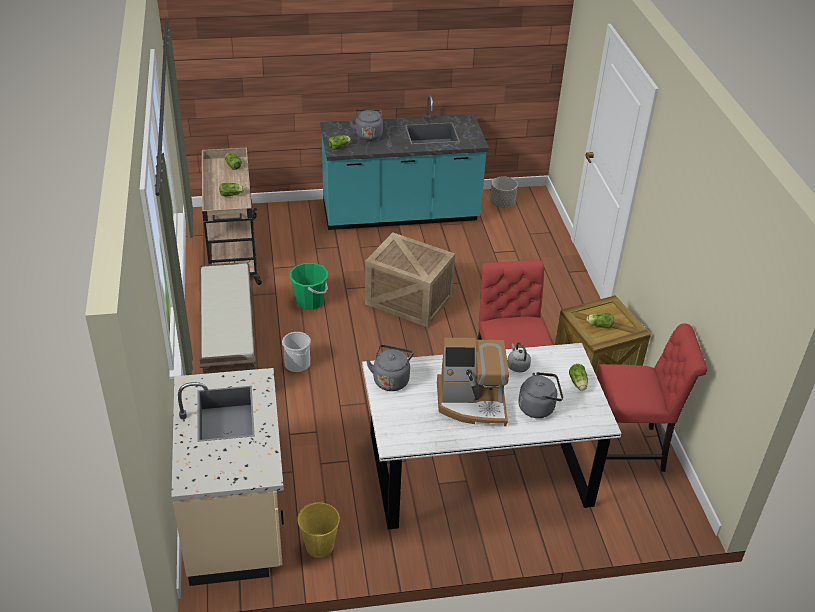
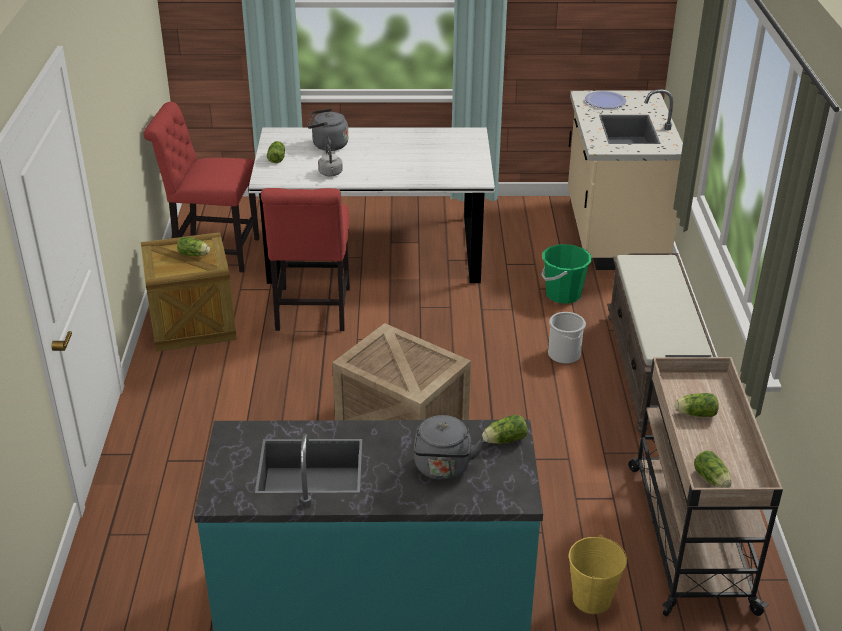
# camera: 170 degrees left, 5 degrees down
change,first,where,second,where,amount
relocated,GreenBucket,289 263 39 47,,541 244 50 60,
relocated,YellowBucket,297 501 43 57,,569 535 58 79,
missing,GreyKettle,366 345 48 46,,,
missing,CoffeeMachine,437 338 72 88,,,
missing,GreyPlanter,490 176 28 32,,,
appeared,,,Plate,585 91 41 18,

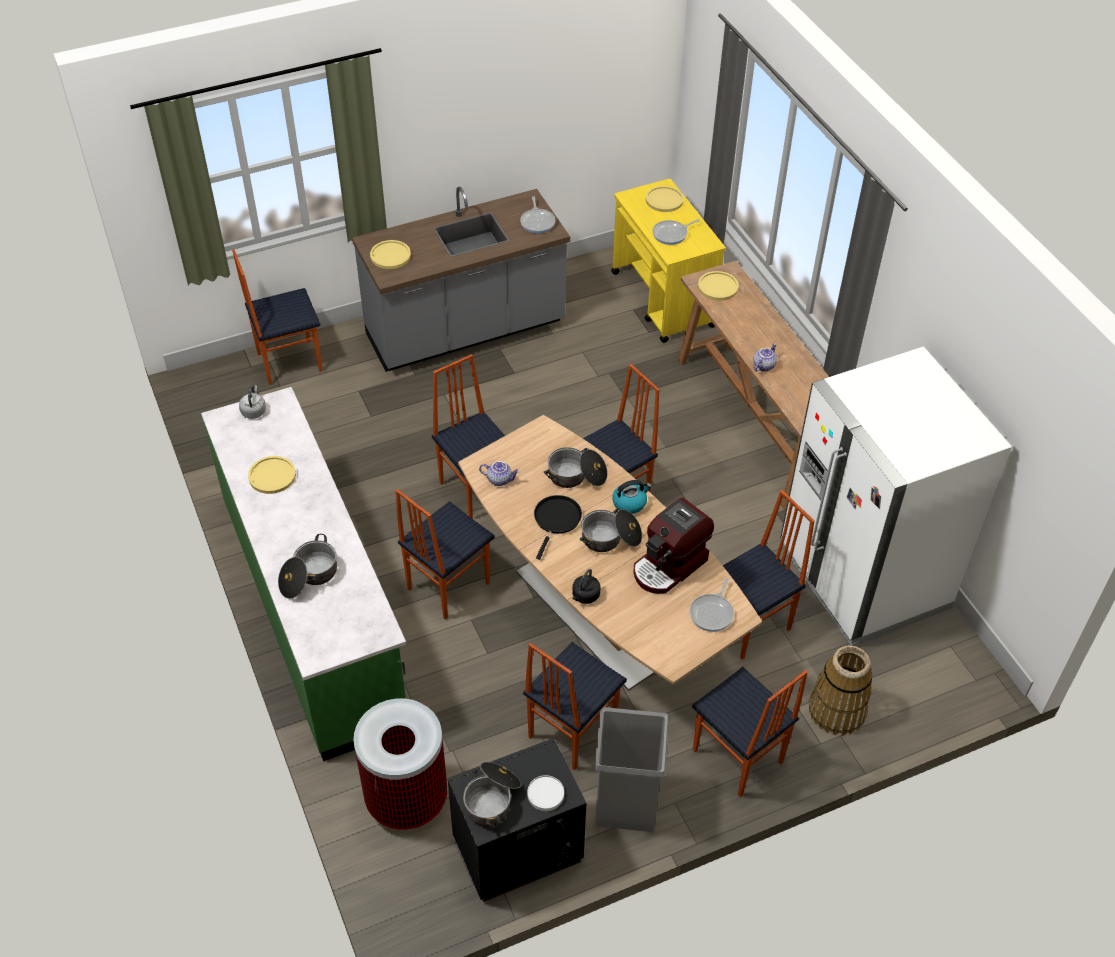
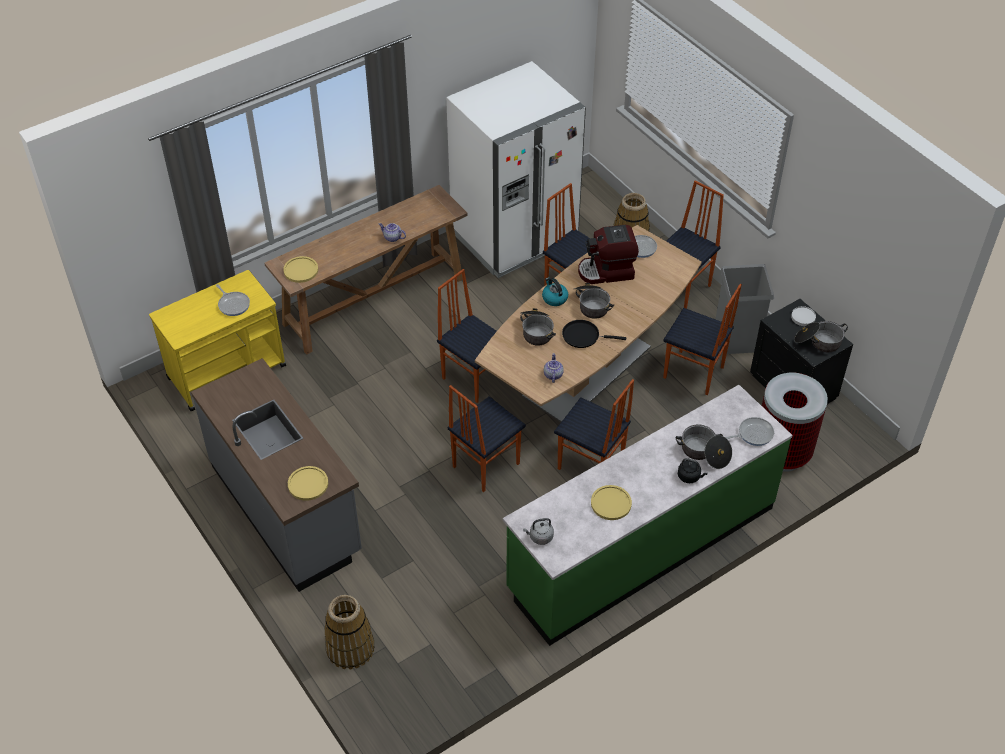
# camera: 100 degrees left, 0 degrees up
change,first,where,second,where,amount
exchanged,Chair,232 249 91 136,Basket,324 595 50 75,
relocated,FryingPan,520 197 35 36,,725 417 49 29,
relocated,BlackKettle,572 569 29 35,,678 458 30 25,
spun,CoffeeMachine,633 497 81 97,,578 225 61 59,135 degrees clockwise
missing,YellowPlate,646 186 38 26,,,

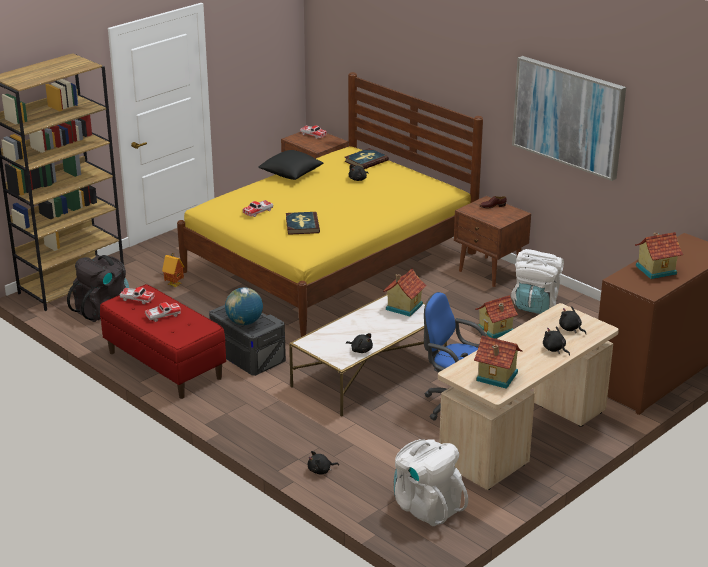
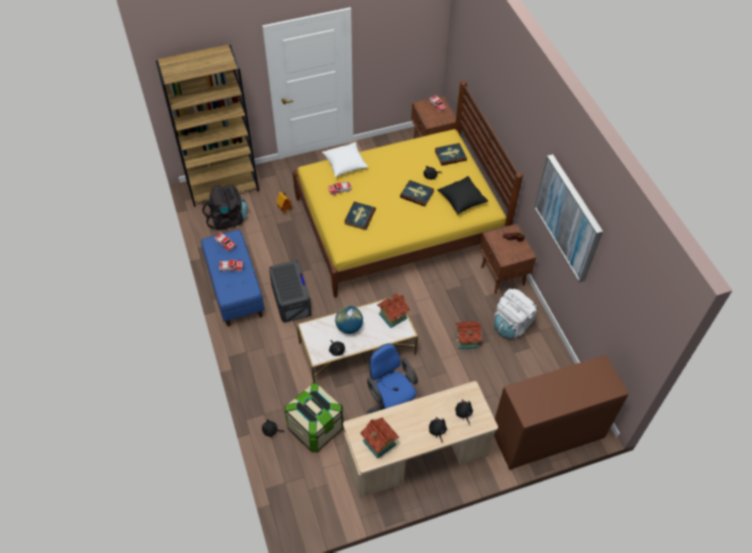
# camera: 25 degrees right, 25 degrees up
change,first,where,second,where,amount
colour,RedBench,100 284 126 115,BlueBench,201 230 64 97,
relocated,Globe,225 287 38 38,,335 306 28 28,
relocated,BlackPillow,258 150 65 30,,437 176 51 39,
missing,WhiteBackpack,394 439 74 87,,,
missing,ToyHouse,635 232 48 47,,,
appeared,,,StorageBox,285 383 58 69,
appeared,,,WhitePillow,322 142 46 35,
appeared,,,Book,400 180 34 27,

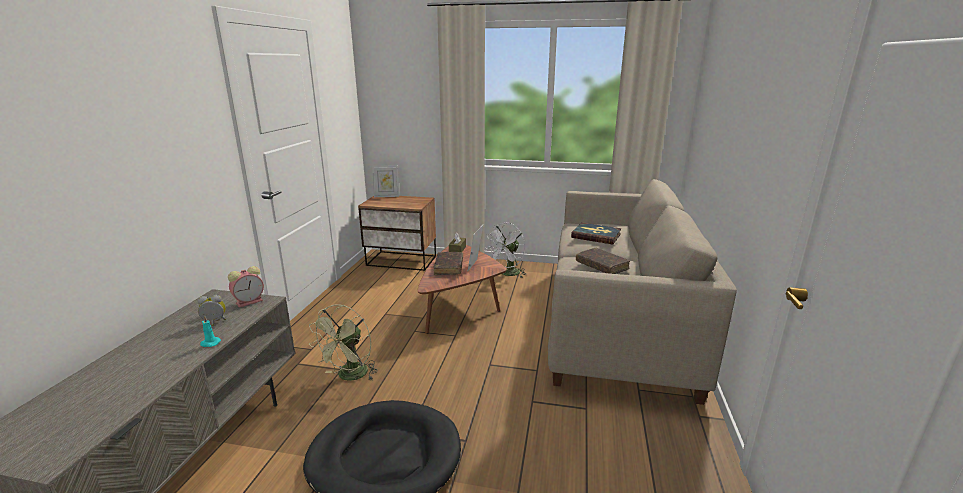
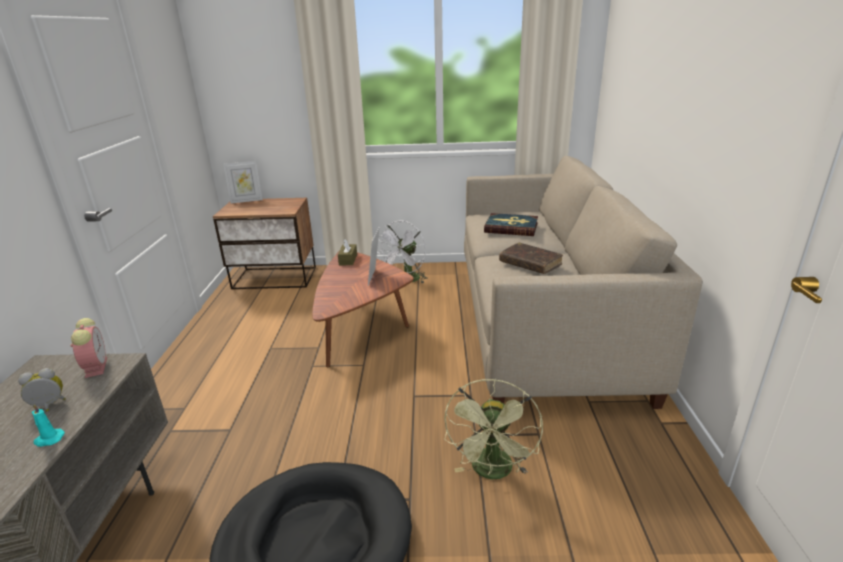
# camera: 10 degrees left, 5 degrees up
change,first,where,second,where,amount
spun,AlarmClock,228 266 36 42,,70 318 37 60,60 degrees counterclockwise
relocated,GreenFan,309 304 69 77,,444 379 99 100,
missing,BrownBook,433 252 30 23,,,

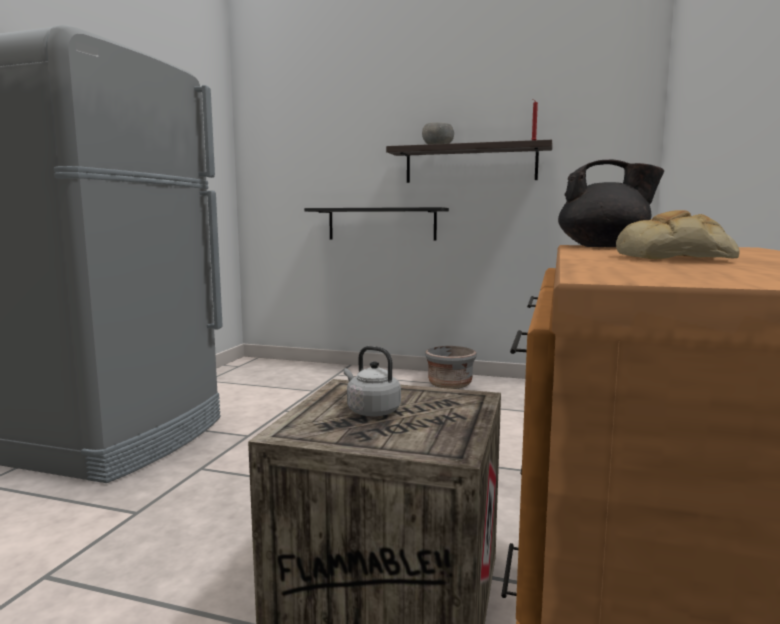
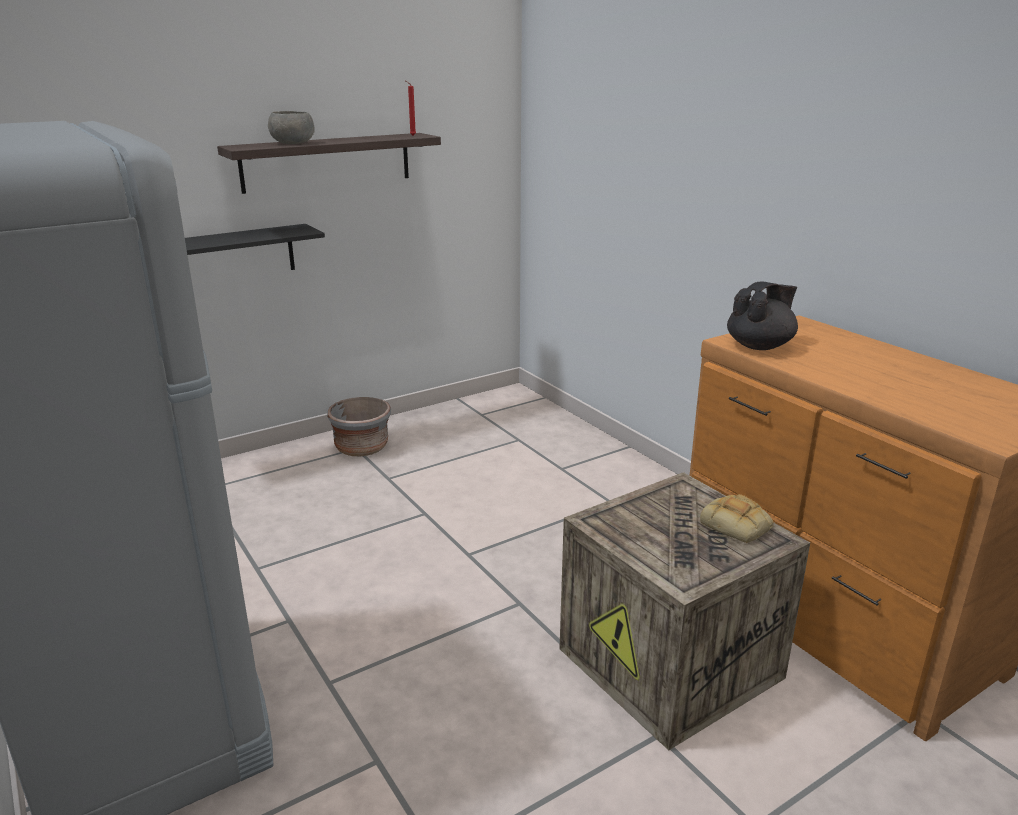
# camera: 50 degrees left, 15 degrees up
change,first,where,second,where,amount
missing,GreyKettle,344 346 57 70,,,
relocated,Bread,616 210 124 49,,700 494 73 49,

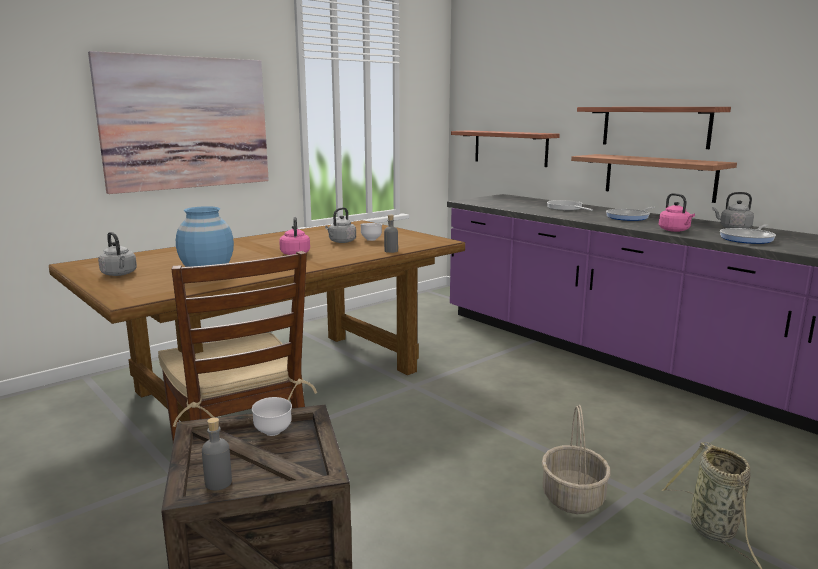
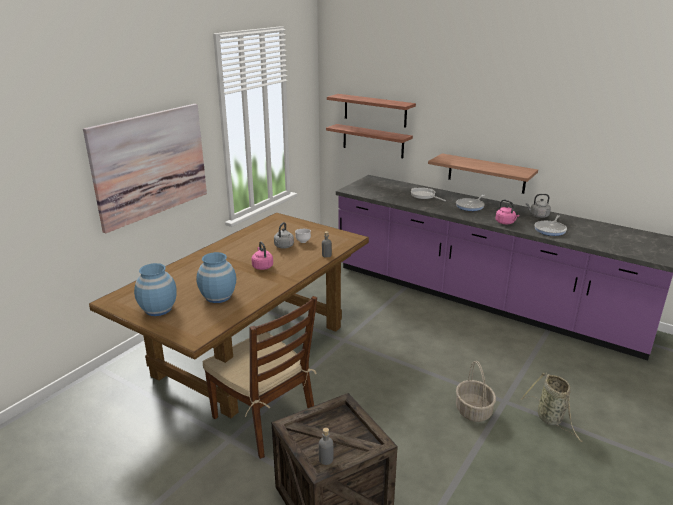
# camera: 15 degrees left, 10 degrees up
change,first,where,second,where,amount
exchanged,GreyKettle,98 232 39 44,BlueVase,134 263 43 53,
missing,WhiteBowl,252 397 40 39,,,
relocated,Shelf,577 107 154 42,,327 94 89 33,

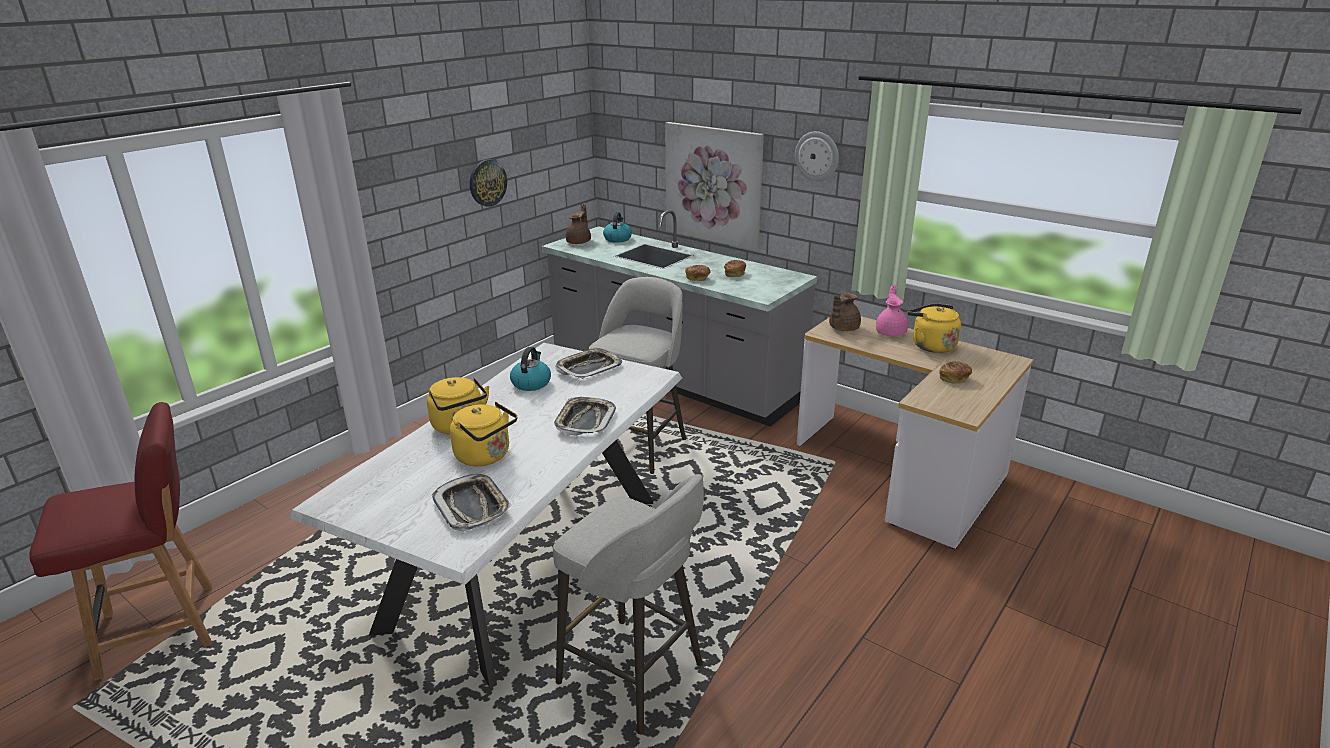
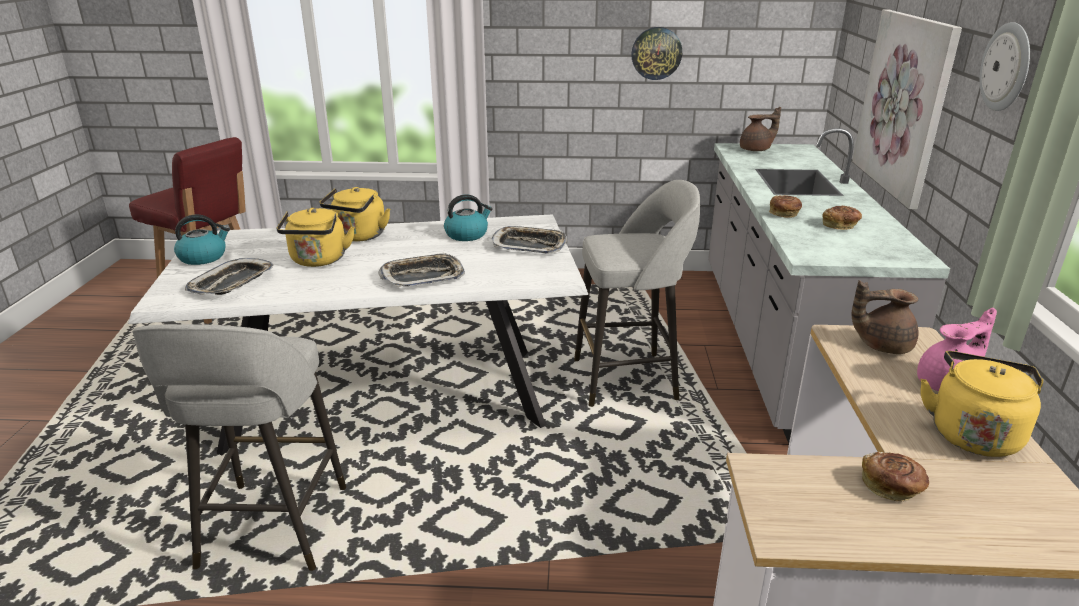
# camera: 55 degrees right, 0 degrees up
change,first,where,second,where,amount
relocated,Kettle,603 212 29 31,,174 215 56 50,

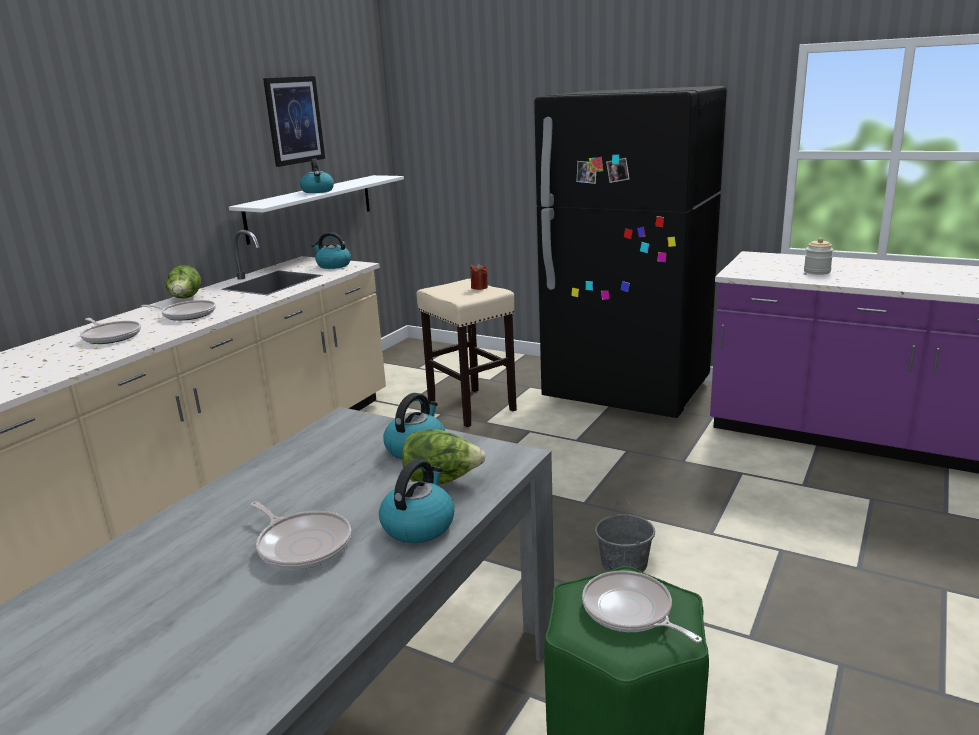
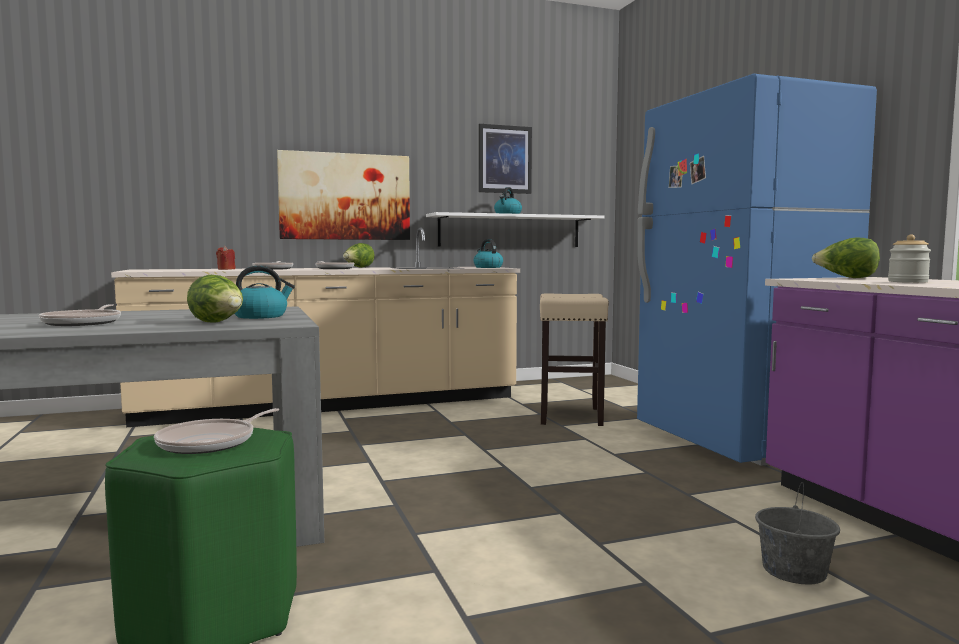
# camera: 40 degrees right, 15 degrees down
change,first,where,second,where,amount
missing,Kettle,379 459 76 84,,,
relocated,RedCandle,470 263 18 27,,216 246 20 24,
colour,BlackFridge,534 86 193 332,BlueFridge,637 74 240 392,
spun,FryingPan,582 570 120 73,,154 408 126 46,150 degrees counterclockwise
relocated,GreyBucket,595 500 60 72,,755 482 85 102,
appeared,,,Picture,277 150 133 90,
appeared,,,Lettuce,812 237 68 41,

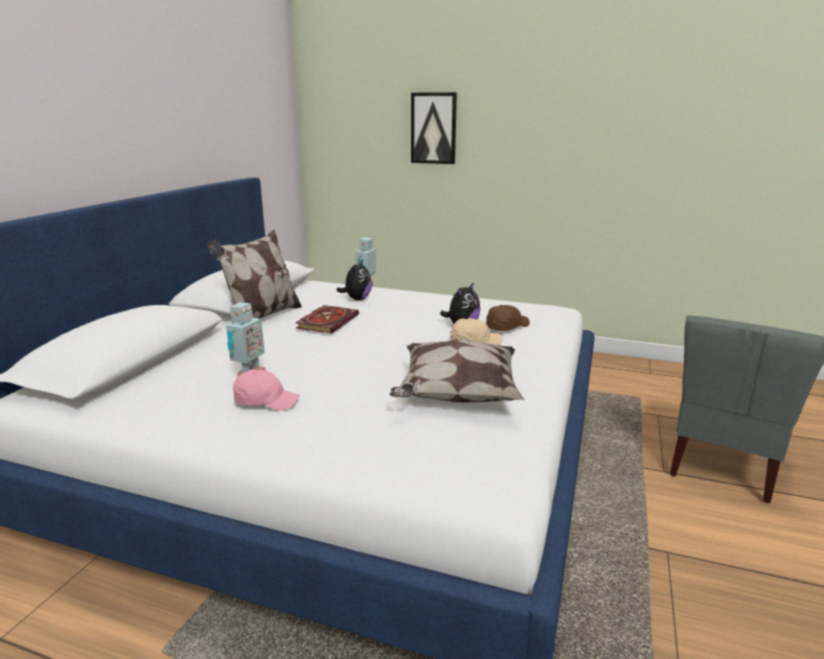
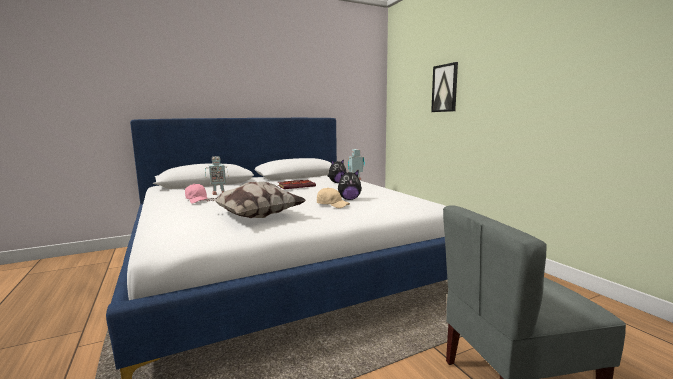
# camera: 45 degrees right, 10 degrees down
change,first,where,second,where,amount
missing,Pillow,207 230 95 89,,,
missing,BrownCap,486 305 44 26,,,

